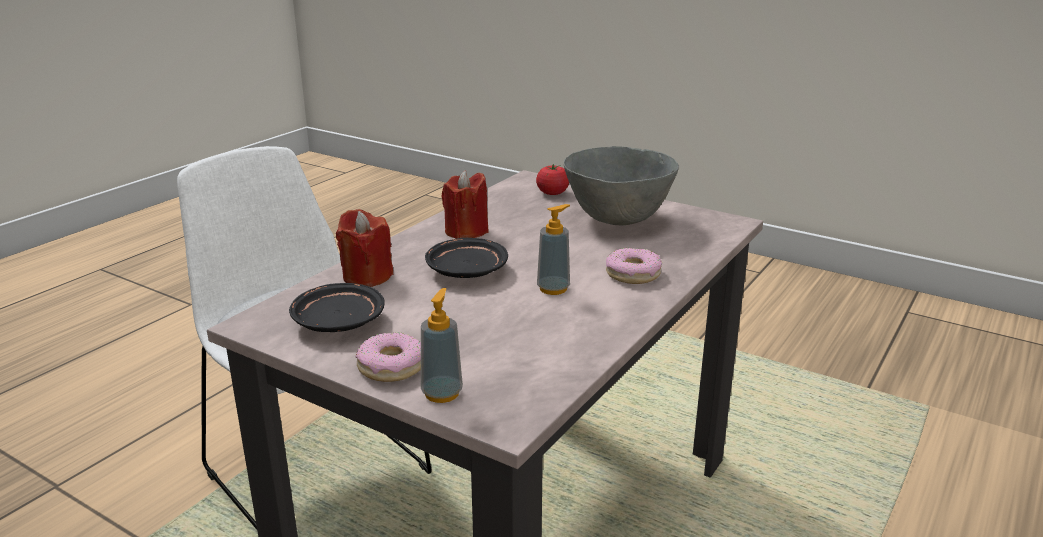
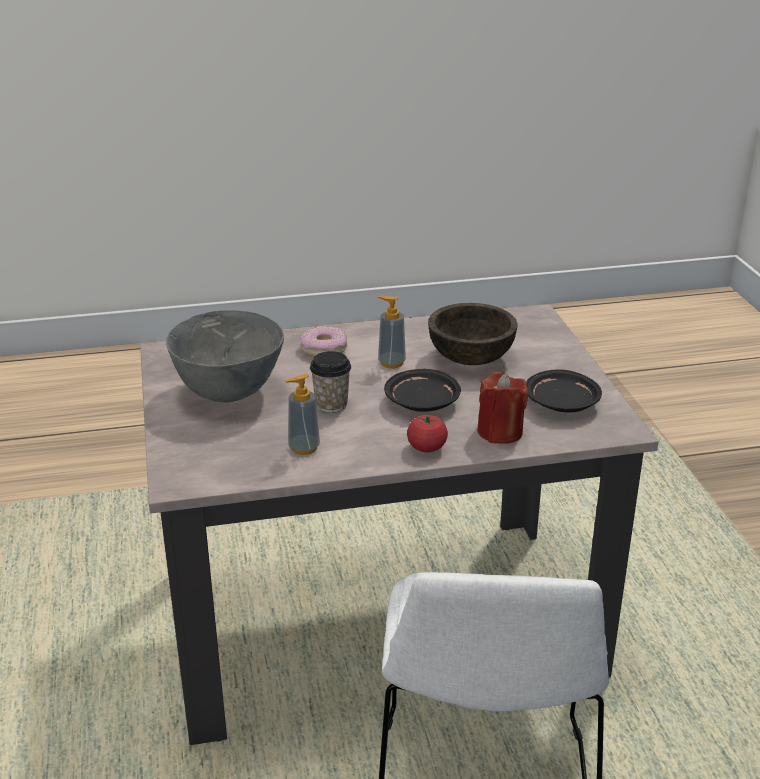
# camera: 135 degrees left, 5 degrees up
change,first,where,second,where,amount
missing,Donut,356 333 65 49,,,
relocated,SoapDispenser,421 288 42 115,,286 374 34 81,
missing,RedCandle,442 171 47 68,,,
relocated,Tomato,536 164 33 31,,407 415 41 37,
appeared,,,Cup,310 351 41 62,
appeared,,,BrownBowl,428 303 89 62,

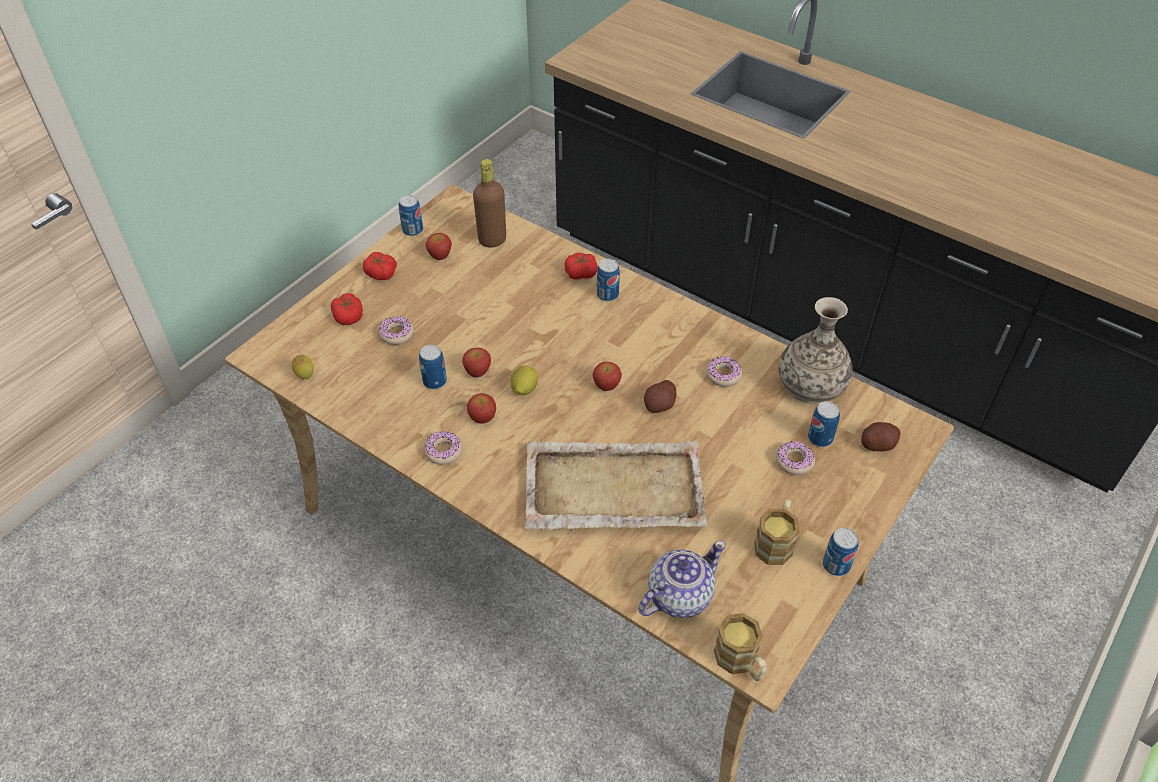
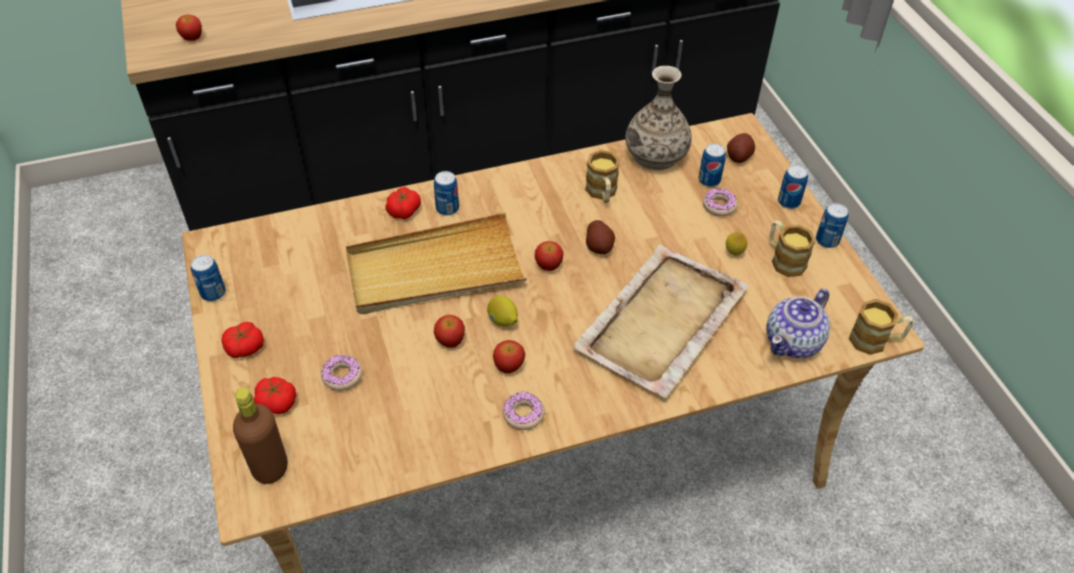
# camera: 55 degrees left, 0 degrees up
change,first,where,second,where,amount
relocated,Lemon,291 355 23 24,,726 232 21 23,
relocated,Can,419 345 28 44,,778 165 30 44,
relocated,Apple,425 233 27 27,,176 15 26 26,
relocated,BrownBottle,473 159 33 89,,233 387 55 97,
spun,Teapot,638 541 88 77,,766 289 64 69,135 degrees counterclockwise
exchanged,Donut,706 356 36 31,Mug,585 150 35 53,
appeared,,,BeigeTray,346 213 181 101,

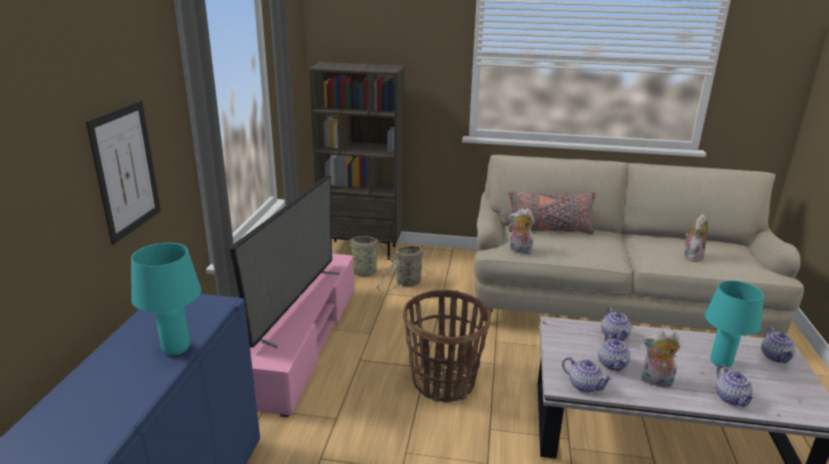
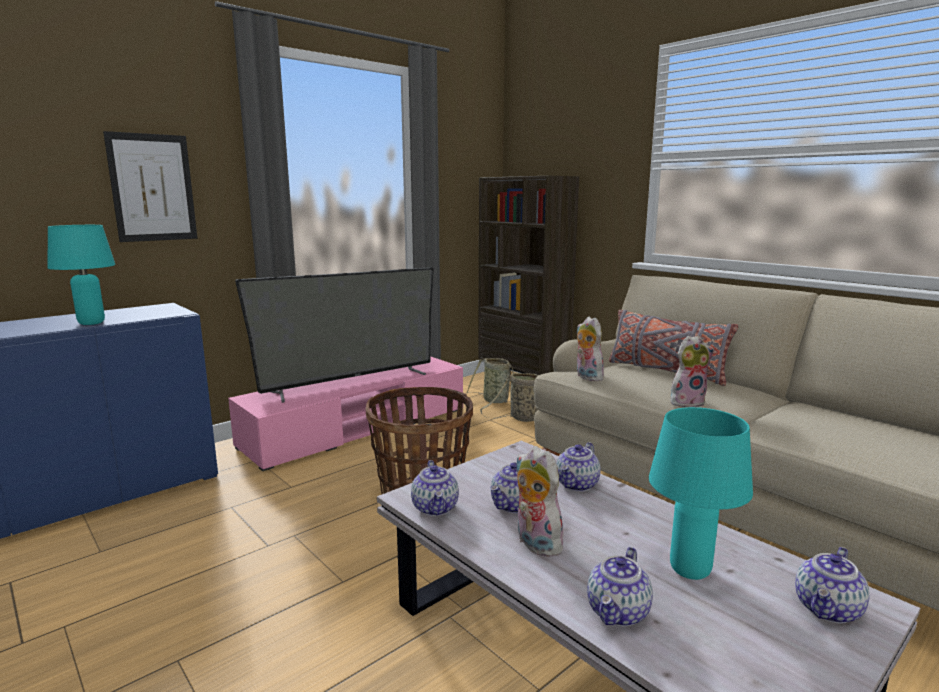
# camera: 40 degrees right, 10 degrees down
change,first,where,second,where,amount
relocated,PlushToy,685 214 23 48,,670 336 44 71,

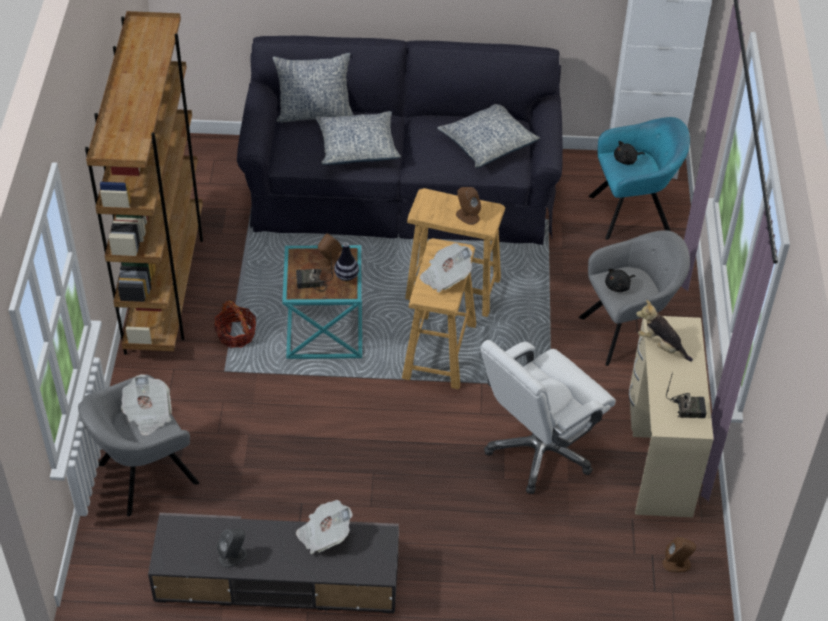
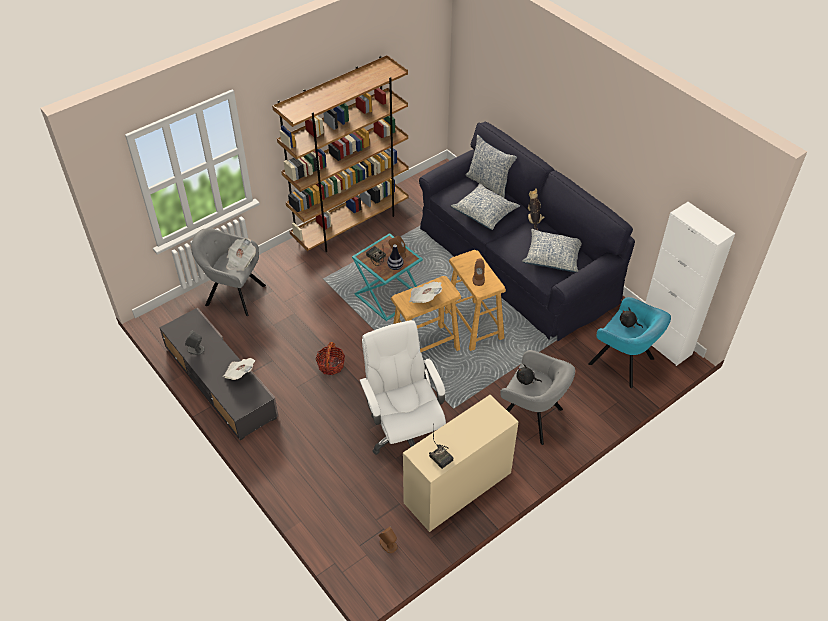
# camera: 50 degrees right, 0 degrees up
change,first,where,second,where,amount
relocated,Basket,214 300 42 48,,315 342 30 33,
spun,WhiteOfficeChair,480 340 136 154,,360 320 86 135,60 degrees clockwise
relocated,PlushToy,636 300 57 61,,528 188 17 42,

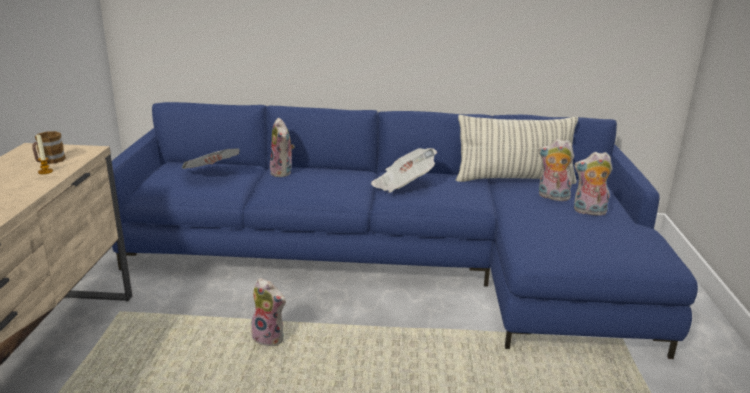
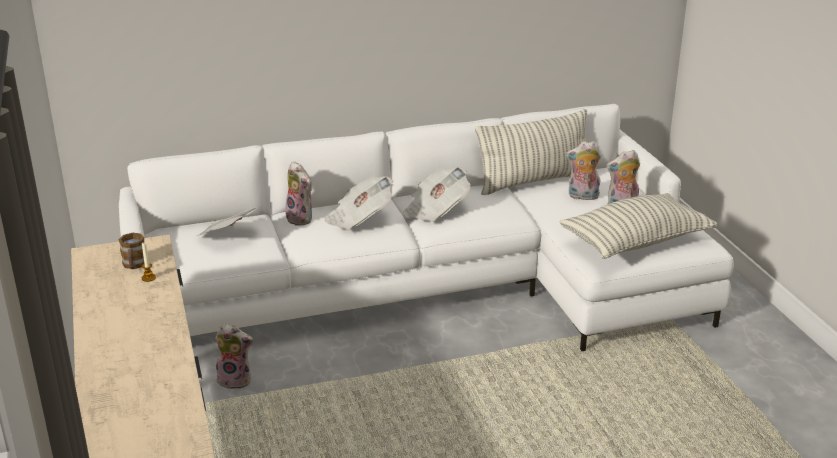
# camera: 20 degrees left, 5 degrees up
change,first,where,second,where,amount
colour,BlueSofa,112 102 586 257,WhiteSofa,119 104 615 247,
relocated,PlushToy,251 278 35 68,,215 324 38 65,
appeared,,,Newspaper,325 176 68 54,
appeared,,,Pillow,559 193 158 66,

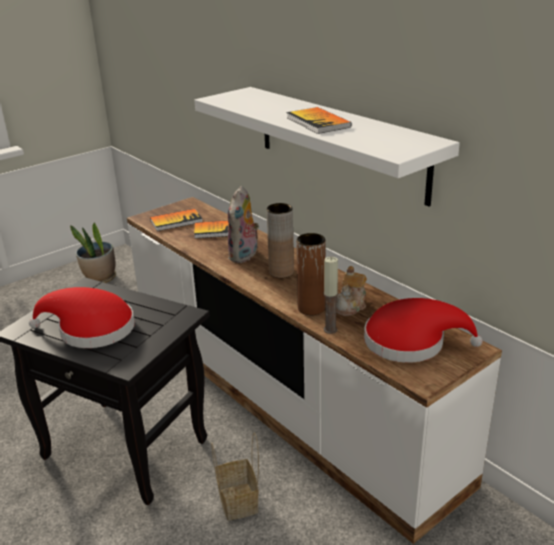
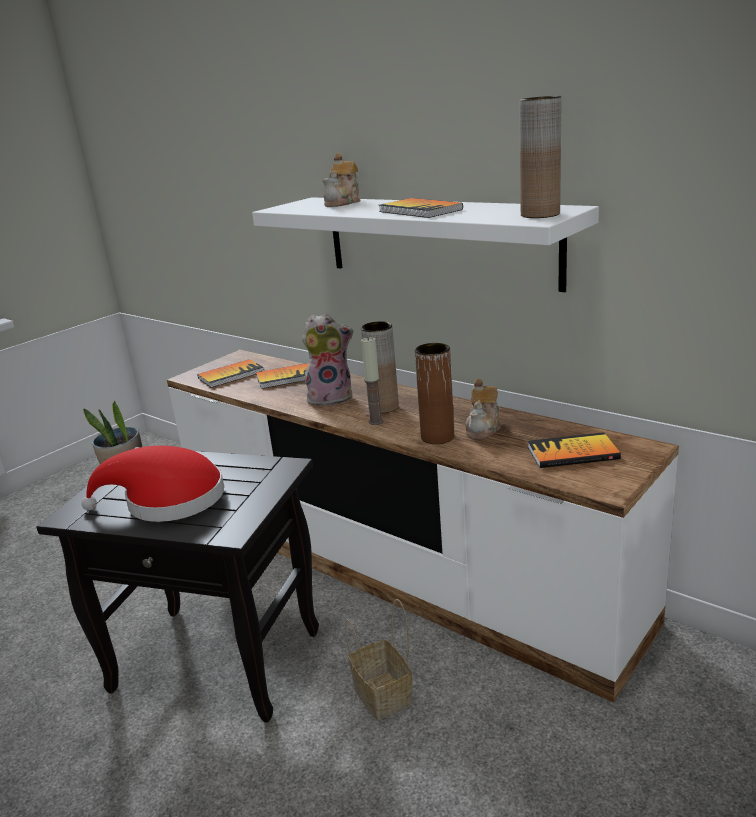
# camera: 10 degrees left, 5 degrees down
change,first,where,second,where,amount
spun,PlushToy,228 186 31 77,,302 314 51 92,105 degrees counterclockwise
relocated,Candle,324 257 14 77,,361 337 23 88,
exchanged,RedHat,364 298 119 65,Book,528 432 93 36,
appeared,,,Teapot,322 153 38 54,
appeared,,,BrownVase,519 96 43 122,

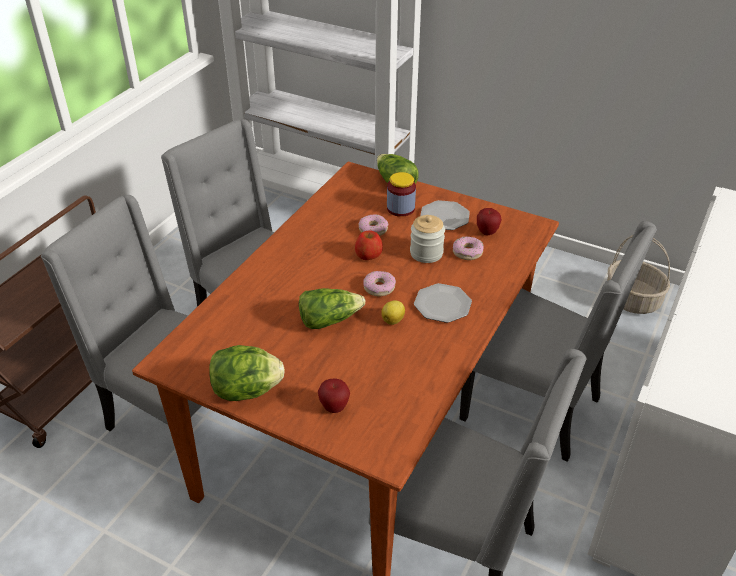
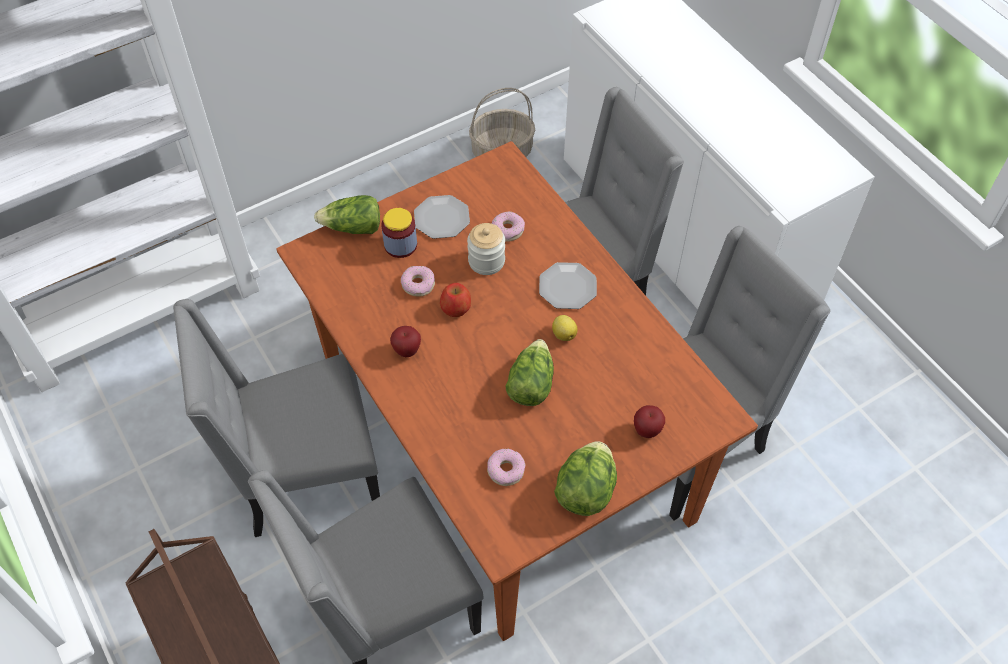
# camera: 60 degrees left, 15 degrees up
change,first,where,second,where,amount
relocated,Donut,363 271 33 25,,487 449 38 37,
relocated,Apple,477 208 24 27,,390 326 31 31,

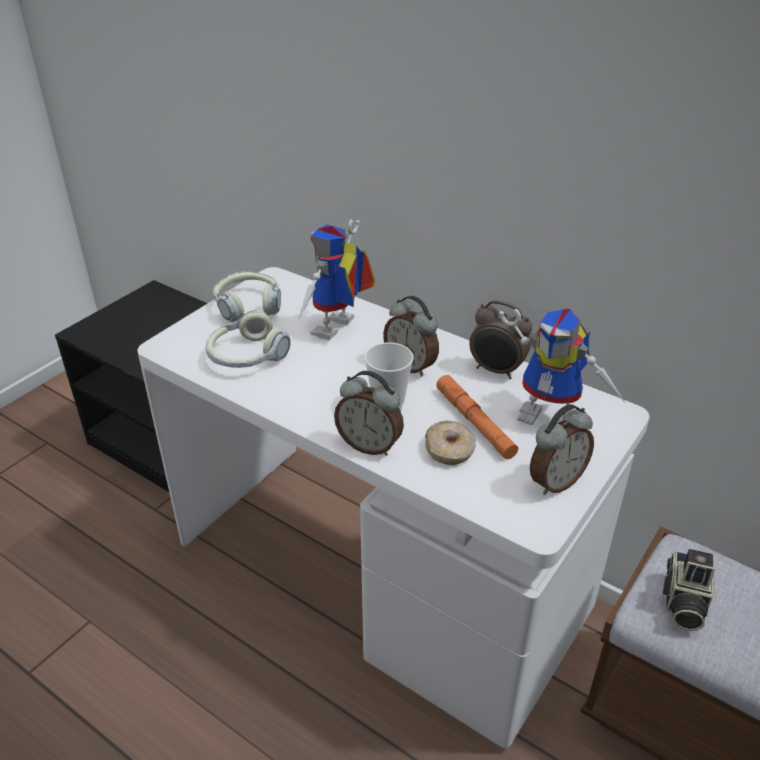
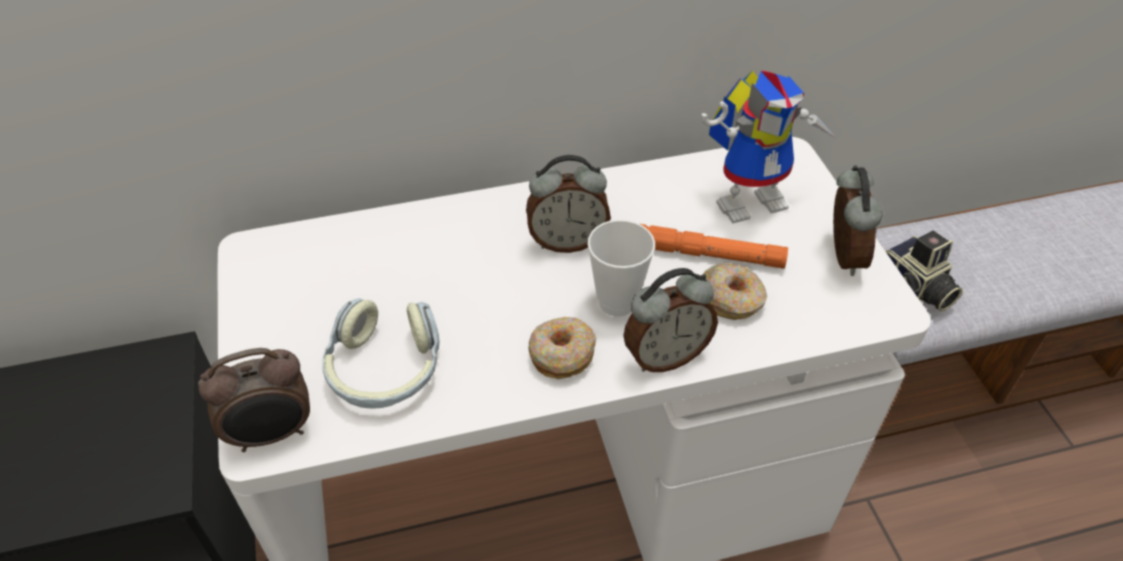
# camera: 50 degrees left, 10 degrees up
change,first,where,second,where,amount
missing,Headphones,213 271 68 51,,,
missing,ToyRobot,298 220 77 120,,,
relocated,AlarmClock,469 300 63 79,,198 348 112 104,
appeared,,,Donut,528 317 68 62,

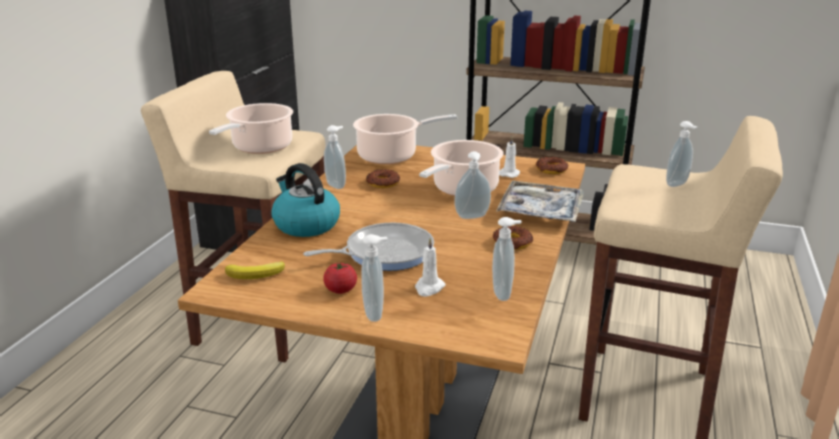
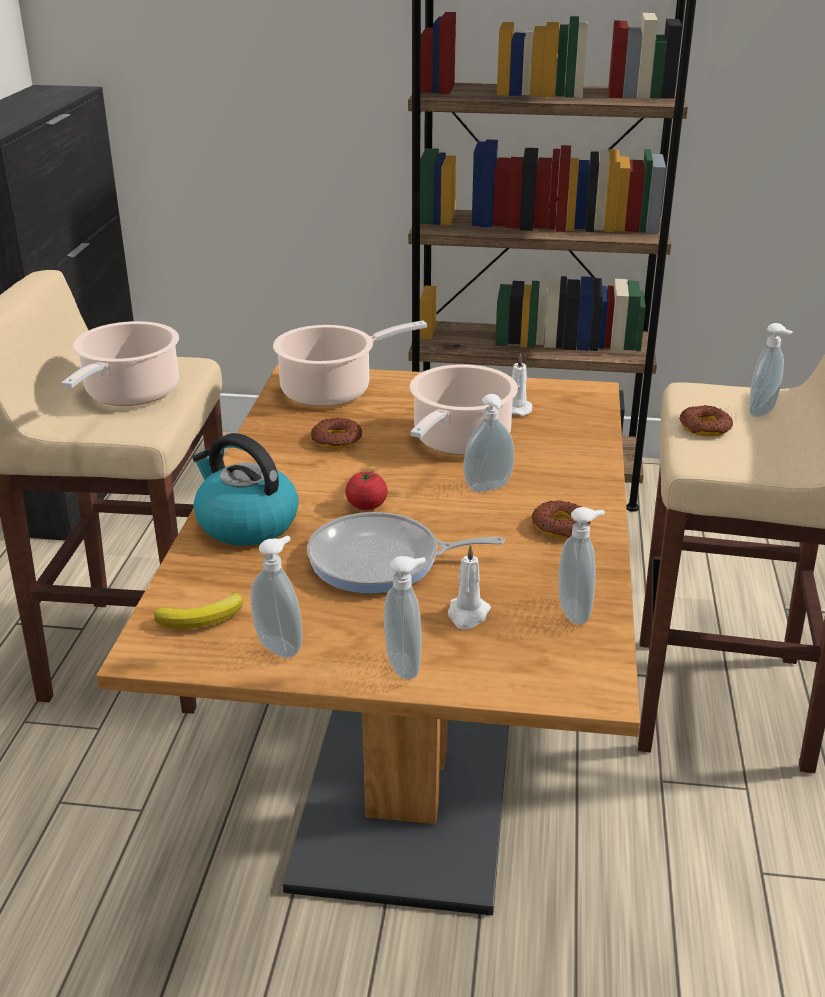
# camera: 10 degrees left, 5 degrees up
change,first,where,second,where,amount
spun,FryingPan,303 223 131 48,,307 512 198 82,150 degrees counterclockwise
relocated,Tomato,323 263 34 31,,345 470 43 41,
relocated,SoapDispenser,324 125 22 64,,251 536 52 122,
missing,Tray,496 180 88 42,,,
relocated,Donut,536 157 33 17,,679 405 54 32,

